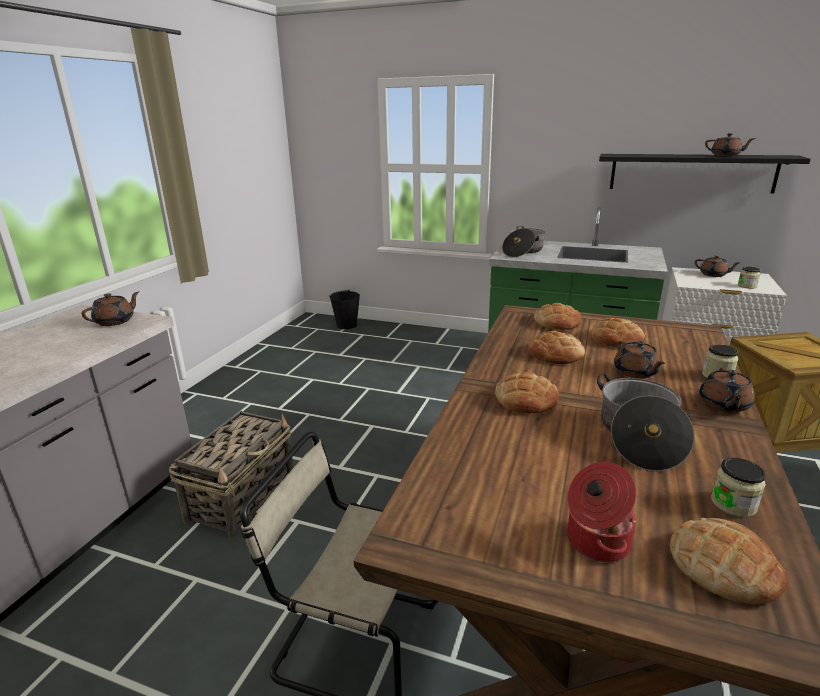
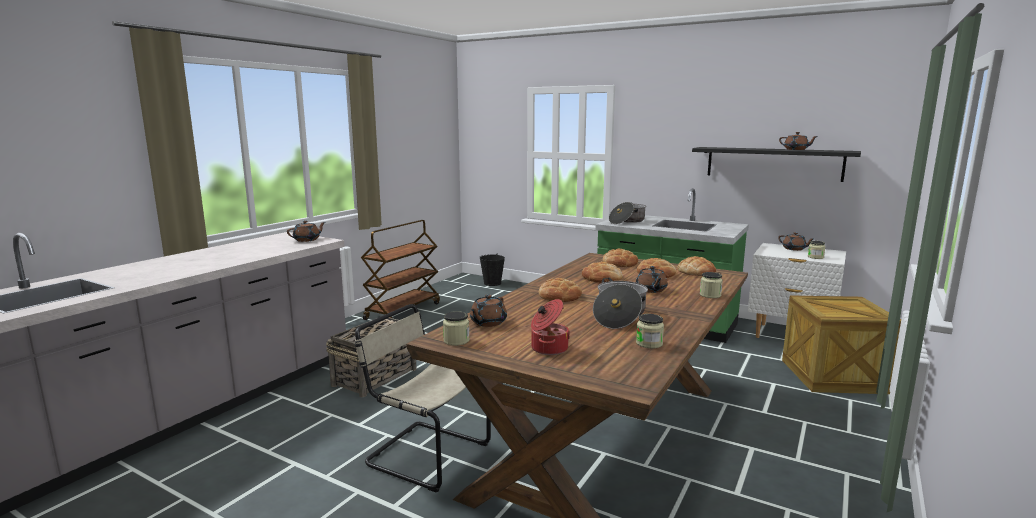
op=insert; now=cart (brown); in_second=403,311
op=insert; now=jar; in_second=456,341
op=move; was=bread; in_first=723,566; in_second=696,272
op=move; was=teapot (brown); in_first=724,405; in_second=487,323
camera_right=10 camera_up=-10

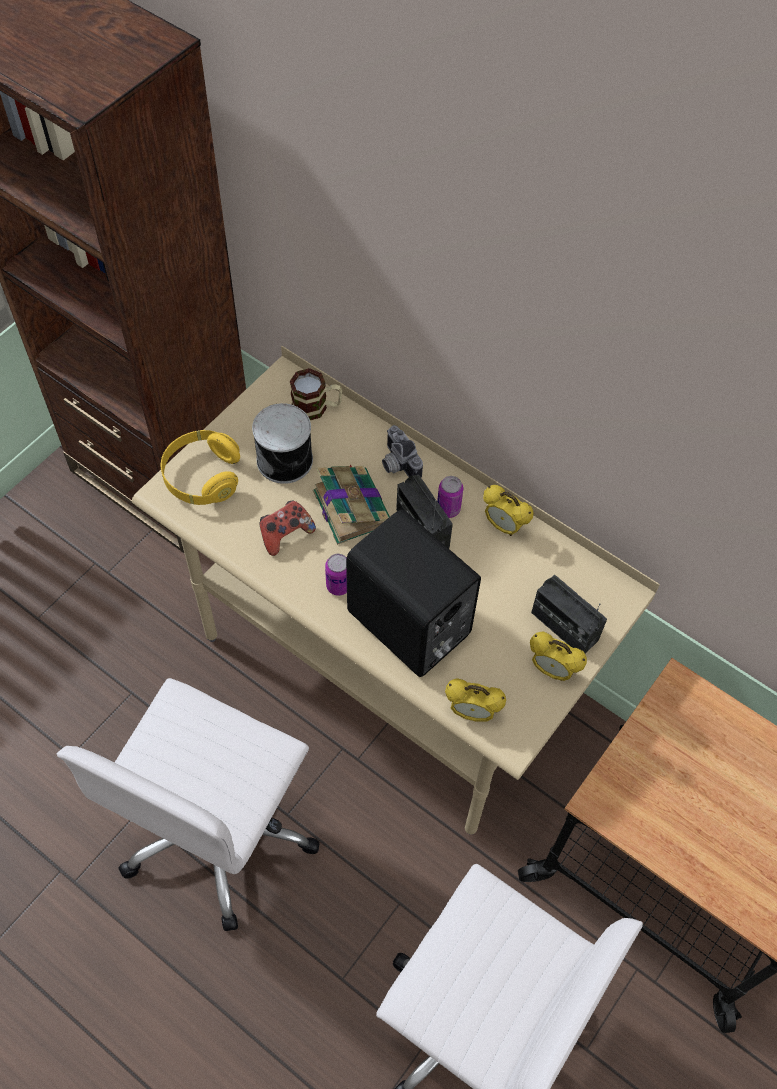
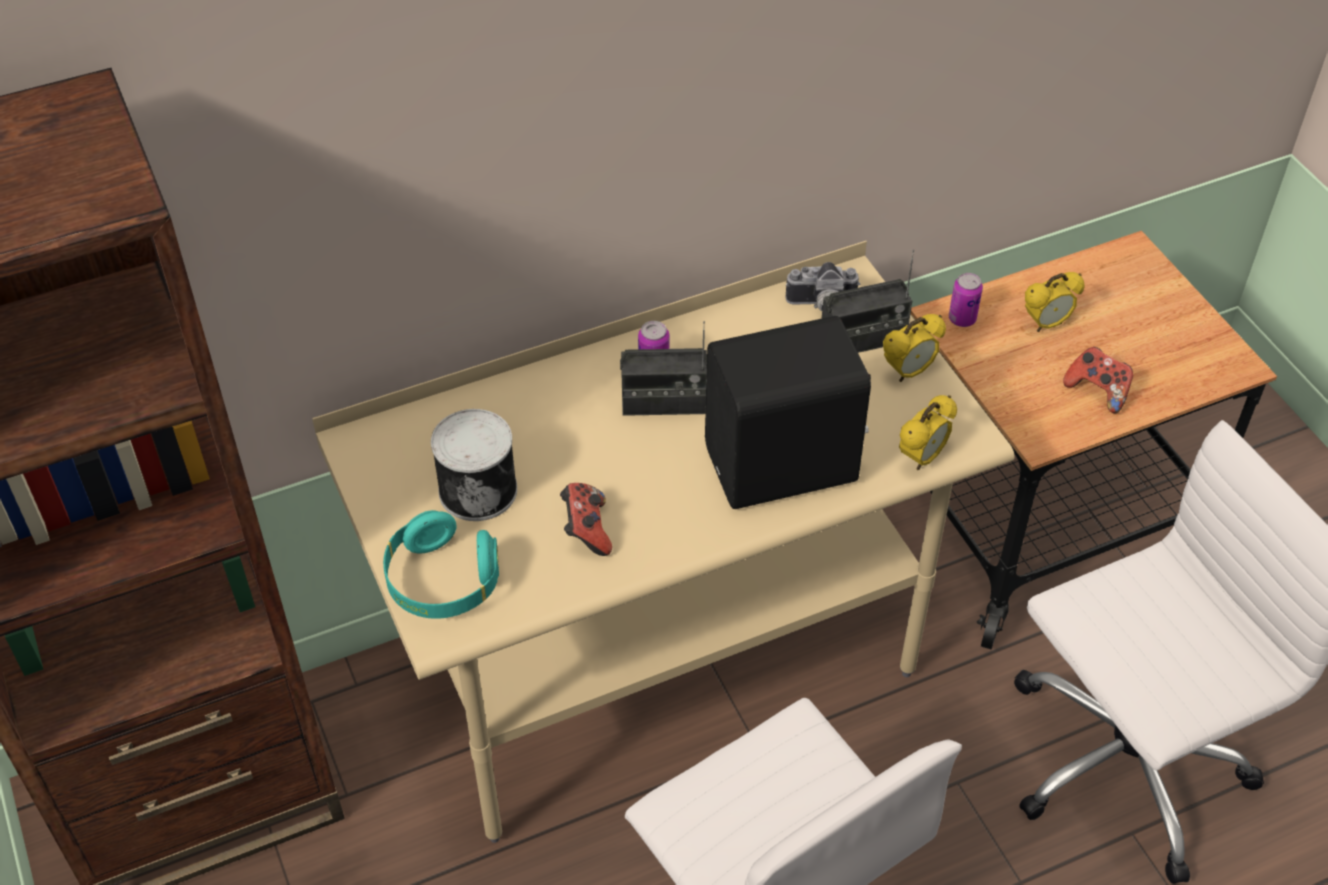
op=delete; was=mug; in_first=317,407
op=delete; was=book; in_first=350,506
op=insert; now=game controller; in_second=1097,391
op=move; was=can; in_first=338,586; in_second=962,319
op=move; was=photo camera; in_first=396,464; in_second=821,305
op=move; was=alarm clock; in_first=503,526; in_second=1046,324
op=recolor; was=headphones (yellow); now=headphones (turquoise); in_first=202,477; in_second=442,582
camera_right=-60 camera_up=-10

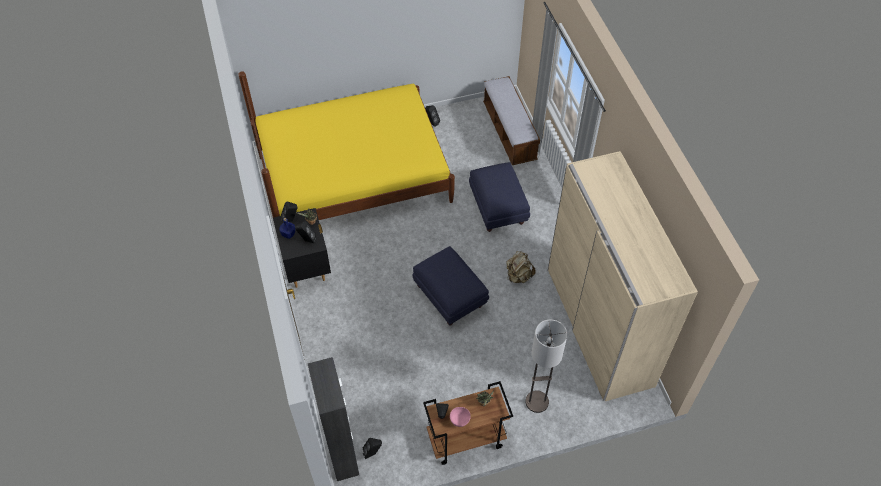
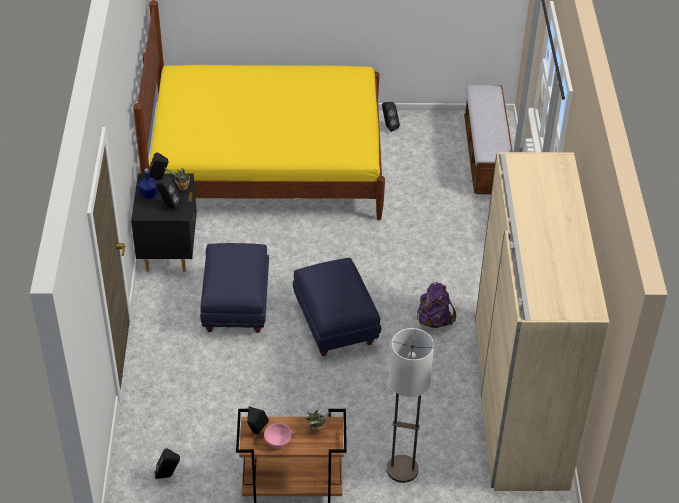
op=delete; was=cabinet (black); in_first=342,455
op=move; was=ottoman (blue); in_first=498,209; in_second=236,306
op=recolor; was=backpack (beige); now=backpack (purple); in_first=518,276; in_second=434,320
camera_right=15 camera_up=-10

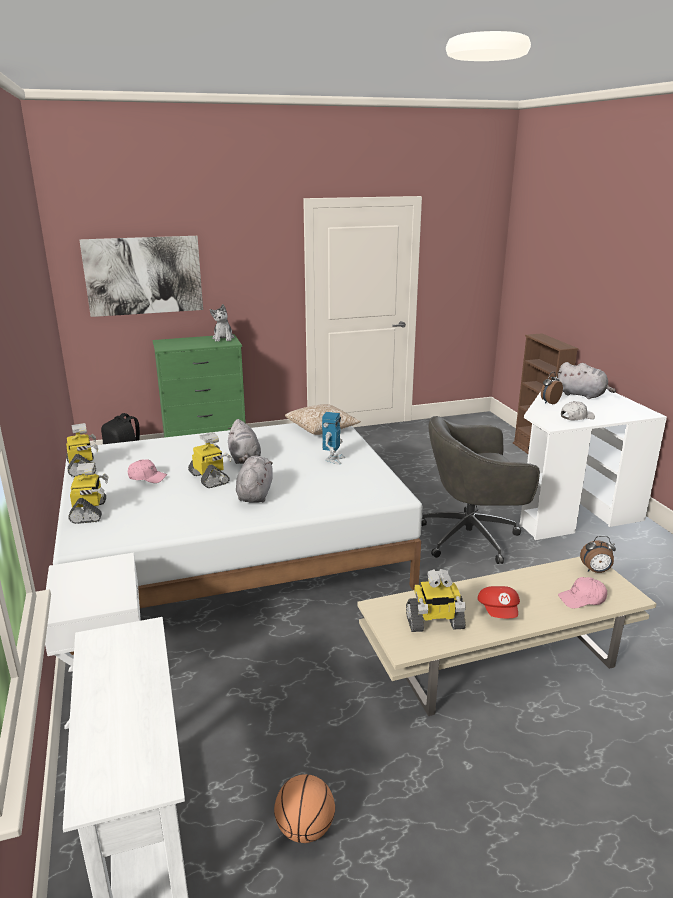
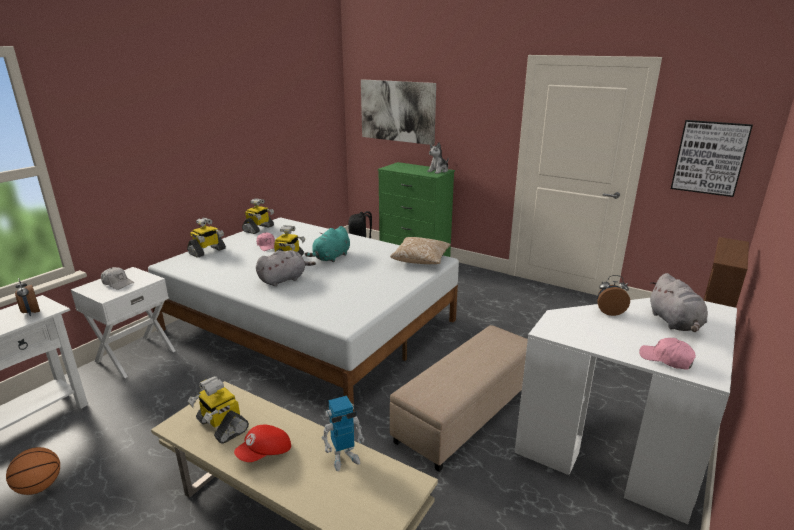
op=insert; now=picture; in_second=709,157
op=move; was=toy robot; in_first=333,459; in_second=344,458
op=move; was=cap (pink); in_first=582,599; in_second=666,359
op=move; was=cap (white); in_first=576,417; in_second=117,283
op=move; was=alarm clock; in_first=595,571; in_second=31,312
op=replace; was=office chair (grey); now=ottoman (beige); in_first=472,537; in_second=464,413
op=recolor; was=plush toy (grey); now=plush toy (turquoise); in_first=244,459; in_second=331,258
camera_right=50 camera_up=0

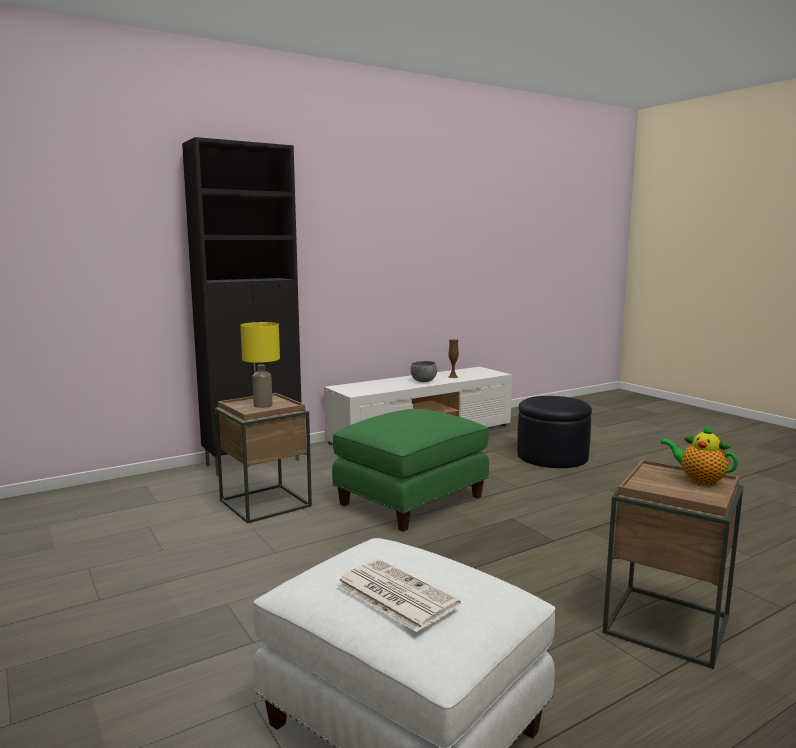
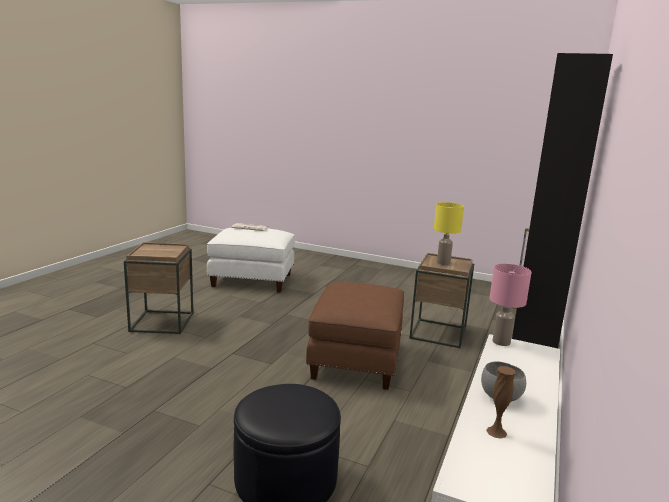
op=delete; was=teapot; in_first=699,480
op=insert; now=table lamp (pink); in_second=501,342
op=recolor; was=ottoman (green); now=ottoman (brown); in_first=411,500; in_second=357,360
camera_right=145 camera_up=5

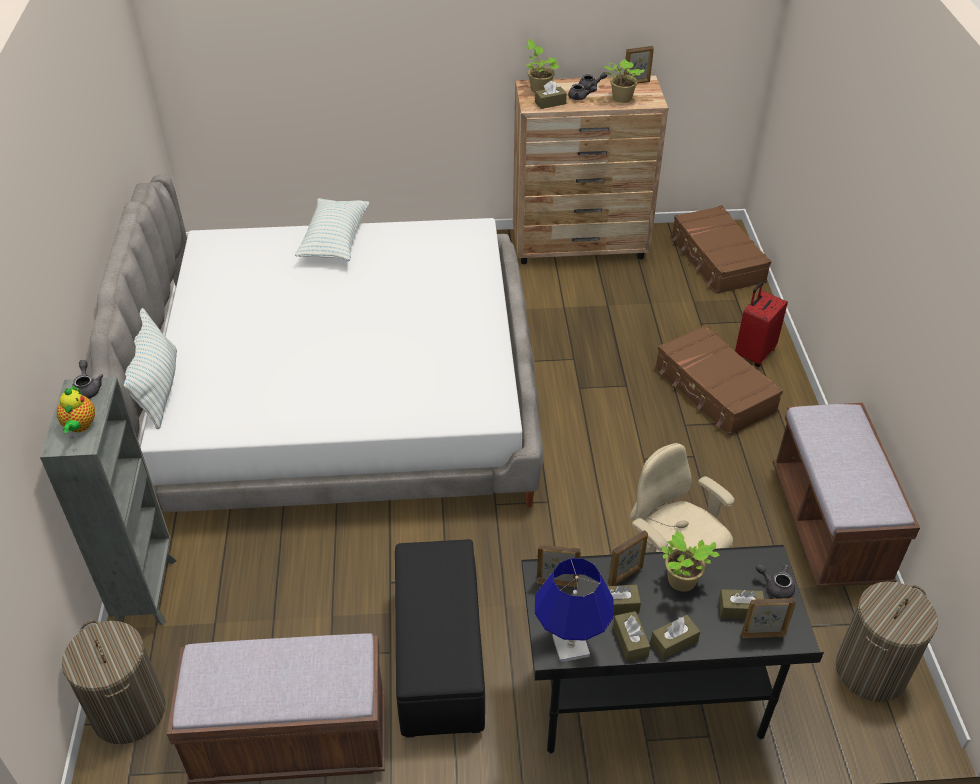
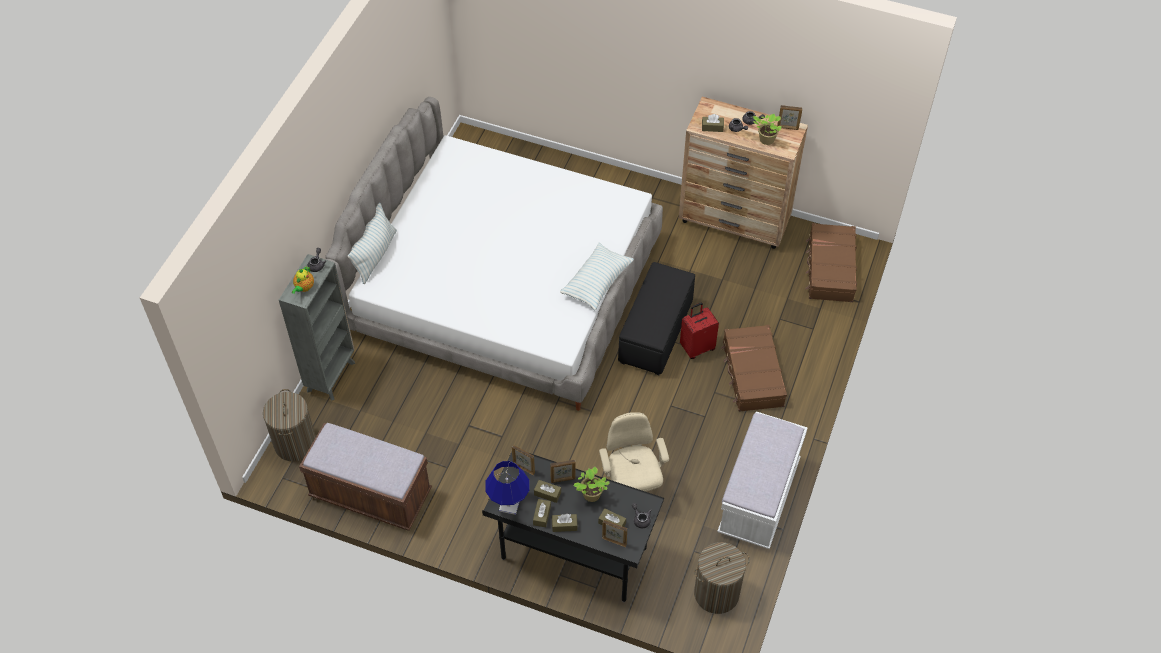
op=delete; was=potted plant; in_first=539,89
op=move; was=pillow; in_first=334,240; in_second=597,282
op=move; was=ottoman (black); in_first=439,657; in_second=656,332
op=move; was=suitcase (red); in_first=753,353; in_second=697,347
op=recolor; was=bench (brown); now=bench (white); in_first=828,526; in_second=758,498
camera_right=25 camera_up=10

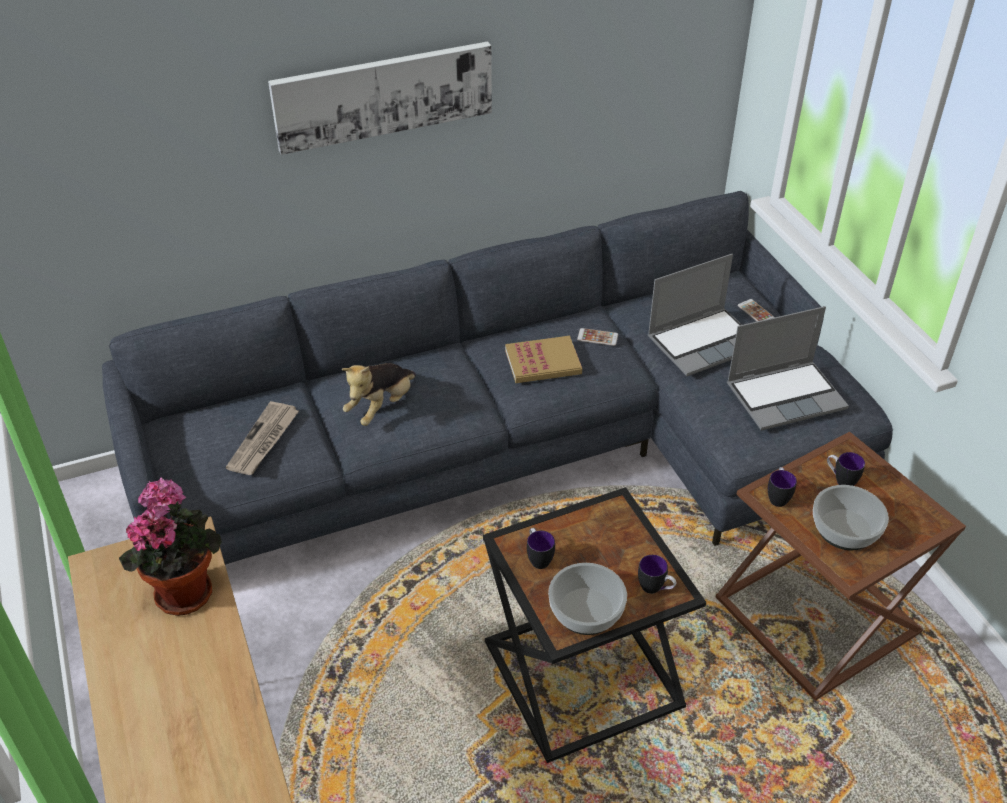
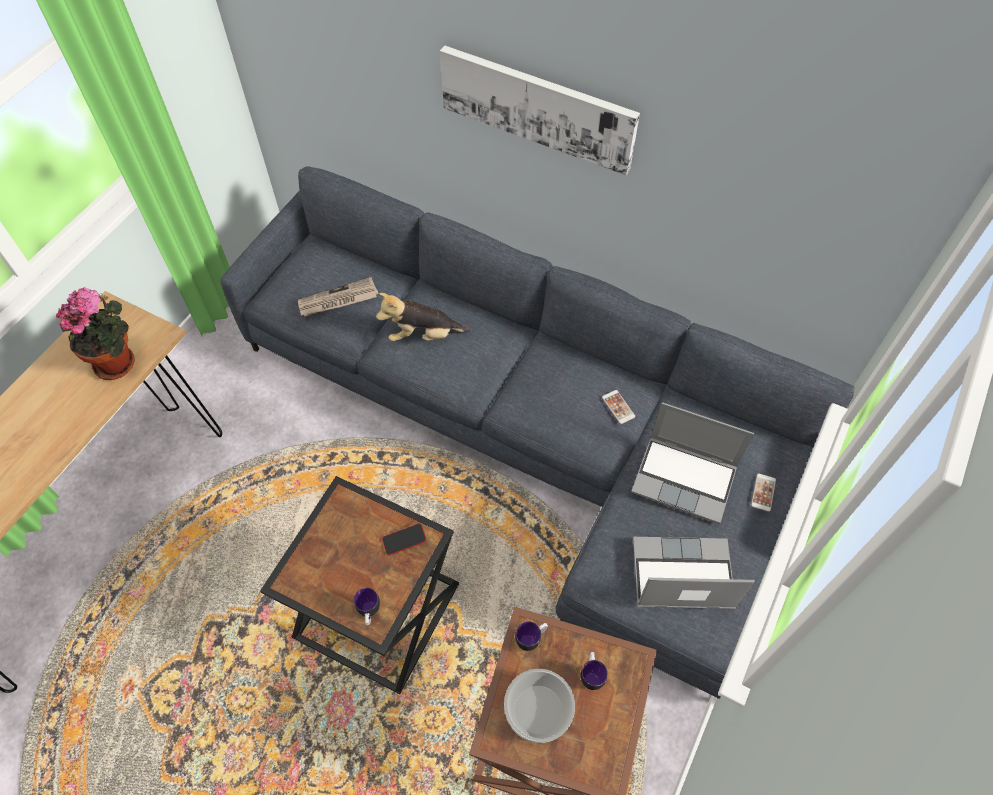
op=delete; was=book; in_first=543,362
op=delete; was=mug; in_first=538,558
op=delete; was=bowl; in_first=585,610
op=insert; now=phone; in_second=404,540
op=rotate; was=laptop; in_first=786,396; in_second=681,576; clockwise=150
camera_right=50 camera_up=15

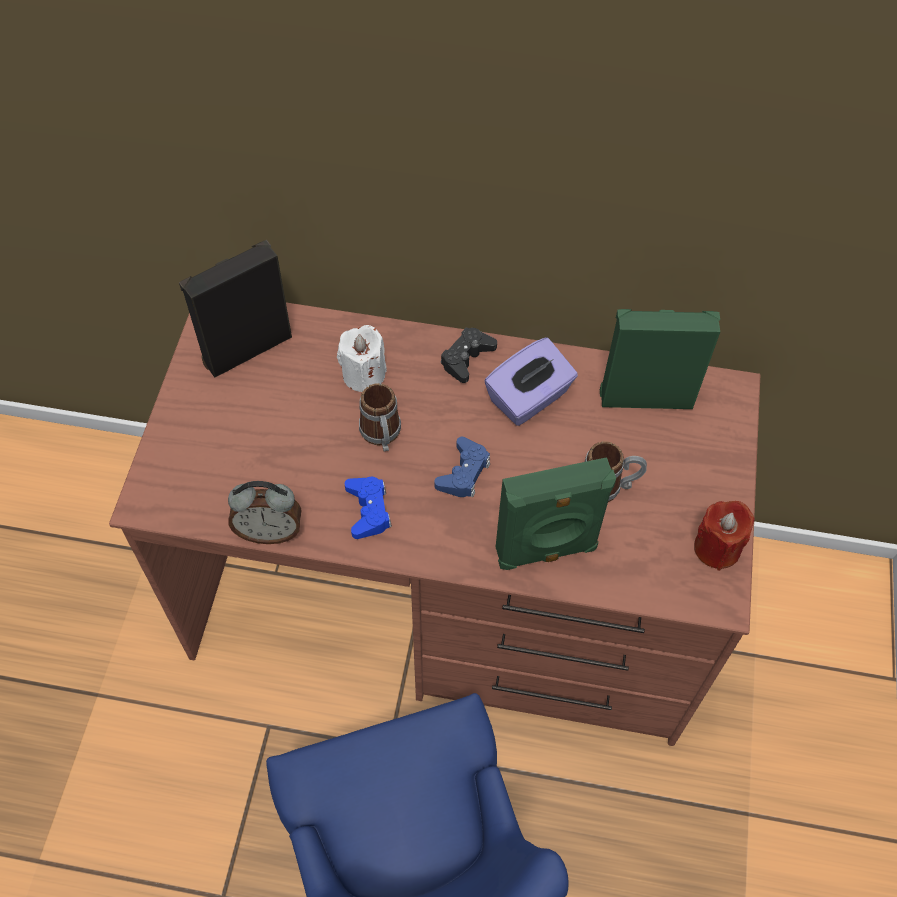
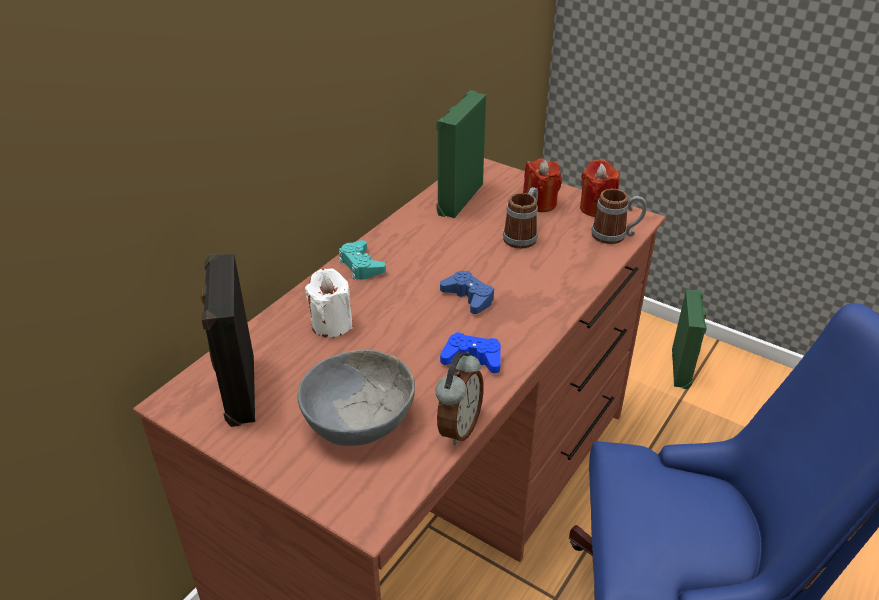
op=delete; was=tissue box (purple); in_first=529,398
op=insert; now=bowl (grey); in_second=358,419
op=insert; now=candle (red); in_second=539,203
op=move; was=mug; in_first=382,436; in_second=615,236
op=move; was=speaker (green); in_first=546,551; in_second=682,369
op=recolor; was=game controller (black); now=game controller (turquoise); in_first=466,358; in_second=361,265
camera_right=-65 camera_up=-20

